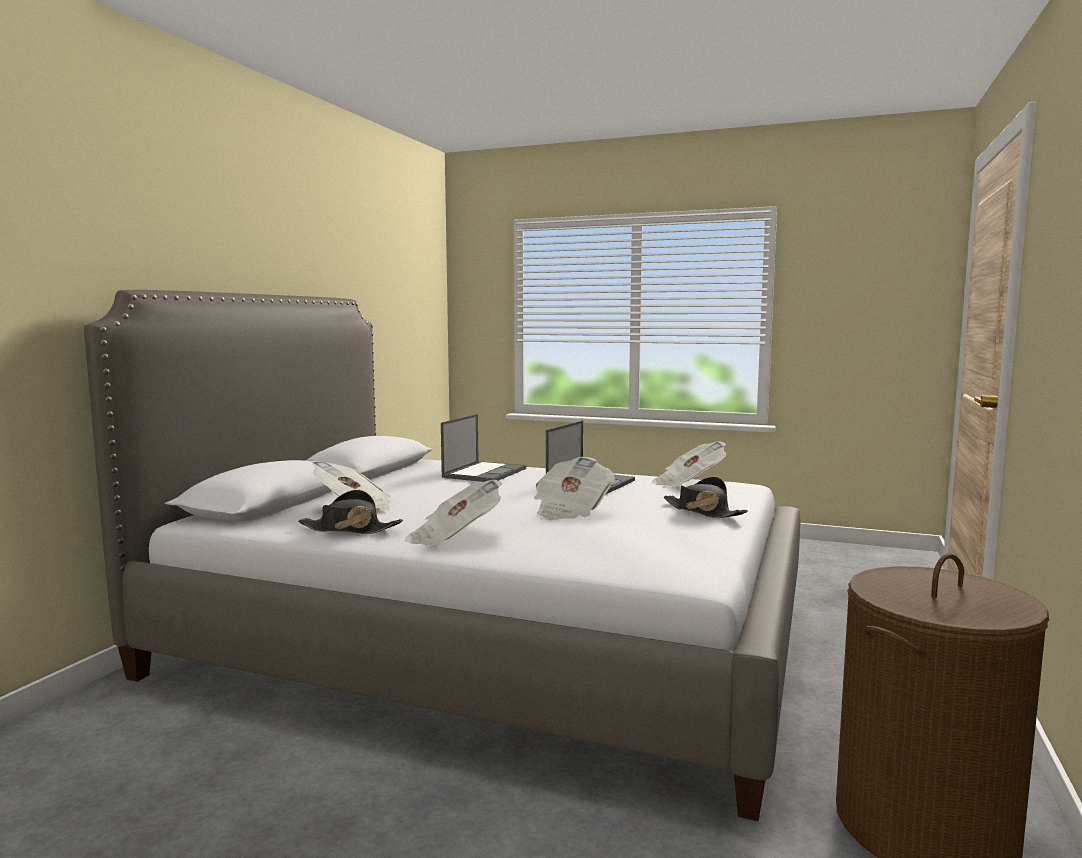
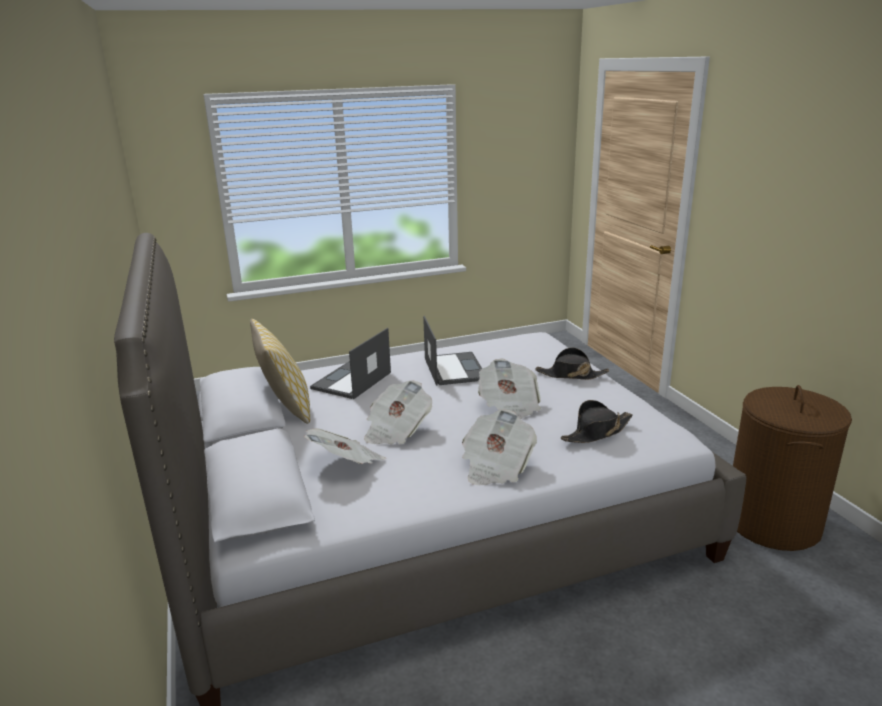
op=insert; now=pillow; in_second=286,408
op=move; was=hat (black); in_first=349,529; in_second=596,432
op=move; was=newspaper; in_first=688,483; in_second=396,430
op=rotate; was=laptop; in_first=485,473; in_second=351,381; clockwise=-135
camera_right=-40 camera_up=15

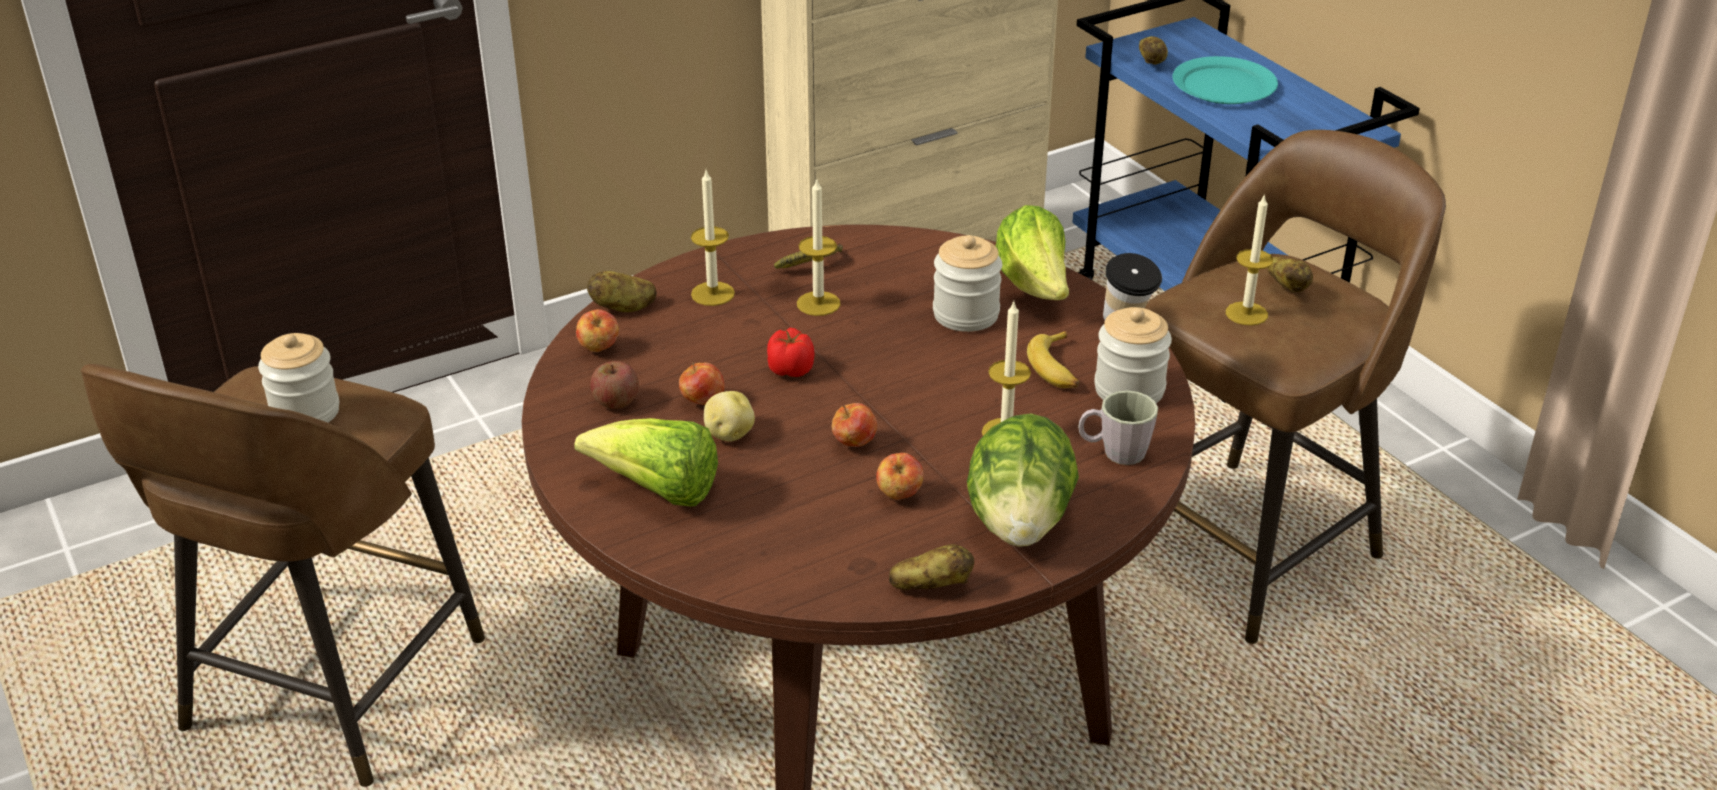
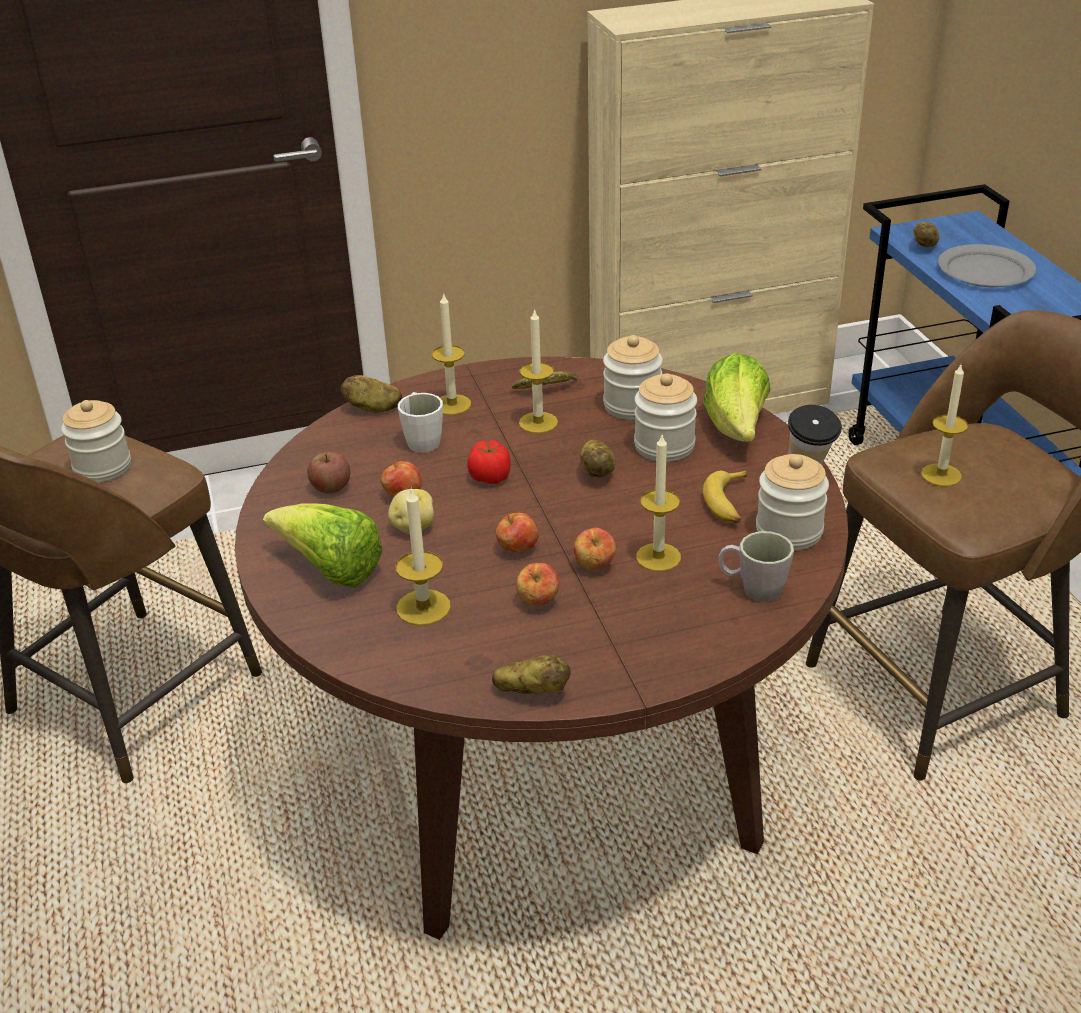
op=delete; was=lettuce; in_first=1020,523
op=insert; now=candle; in_second=423,607
op=insert; now=mug (white); in_second=422,439
op=insert; now=jar; in_second=632,405
op=move; was=apple; in_first=598,348; in_second=594,566
op=move; was=potato; in_first=1287,287; in_second=598,472
op=recolor; was=plate (turquoise); now=plate (grey); in_first=1224,85; in_second=985,270
camera_right=15 camera_up=0

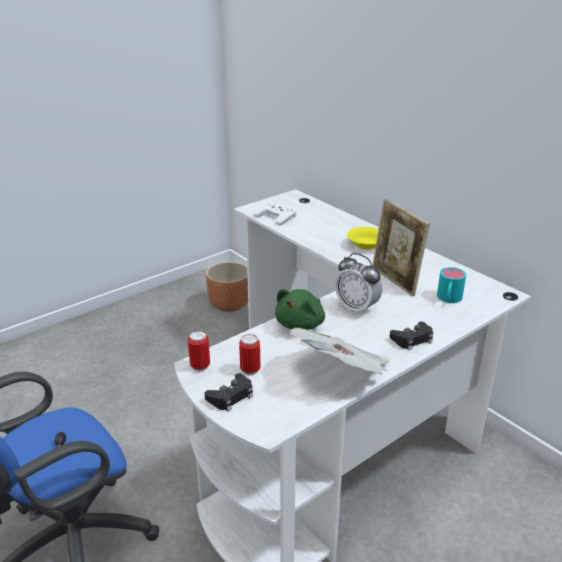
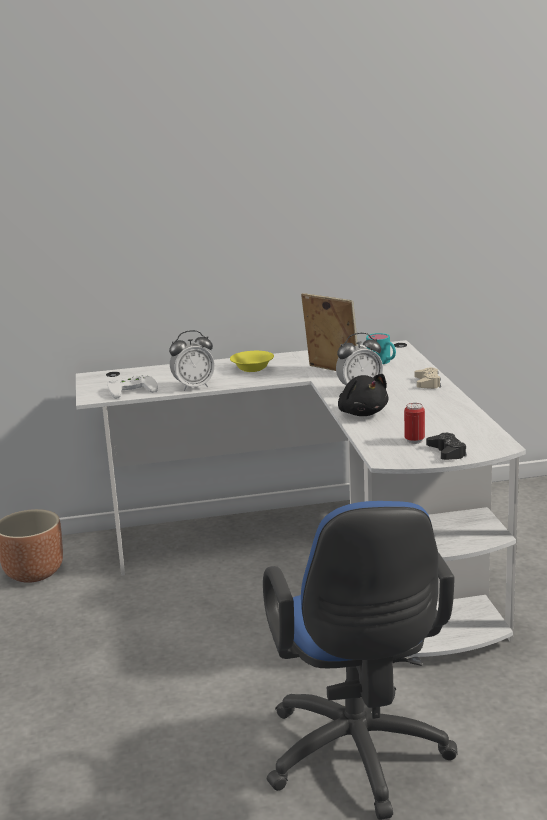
op=delete; was=can; in_first=200,366
op=delete; was=newspaper; in_first=343,372
op=insert; now=alarm clock; in_second=193,387
op=recolor; was=plush toy (green); now=plush toy (black); in_first=301,324; in_second=362,413
op=recolor; was=game controller (black); now=game controller (beige); in_first=412,339; in_second=427,383
op=rotate; was=picture frame; in_first=395,281; in_second=332,371; clockwise=-135
camera_right=-60 camera_up=-10

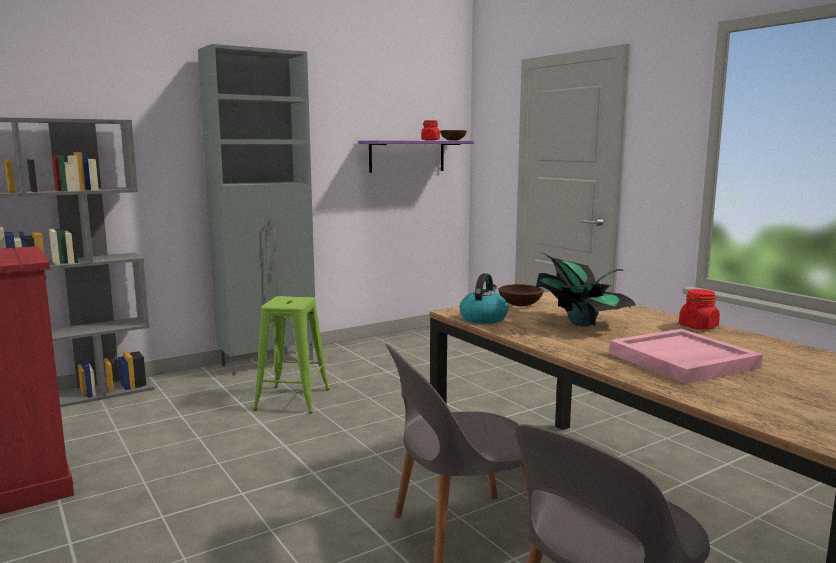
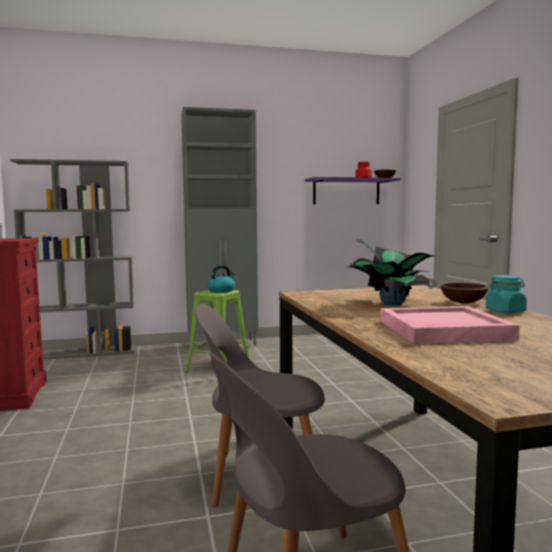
op=move; was=kettle; in_first=483,318; in_second=221,290
op=move; was=bowl (brown); in_first=519,305; in_second=462,302
op=recolor; was=jar (red); now=jar (turquoise); in_first=698,326; in_second=505,311
camera_right=20 camera_up=-5

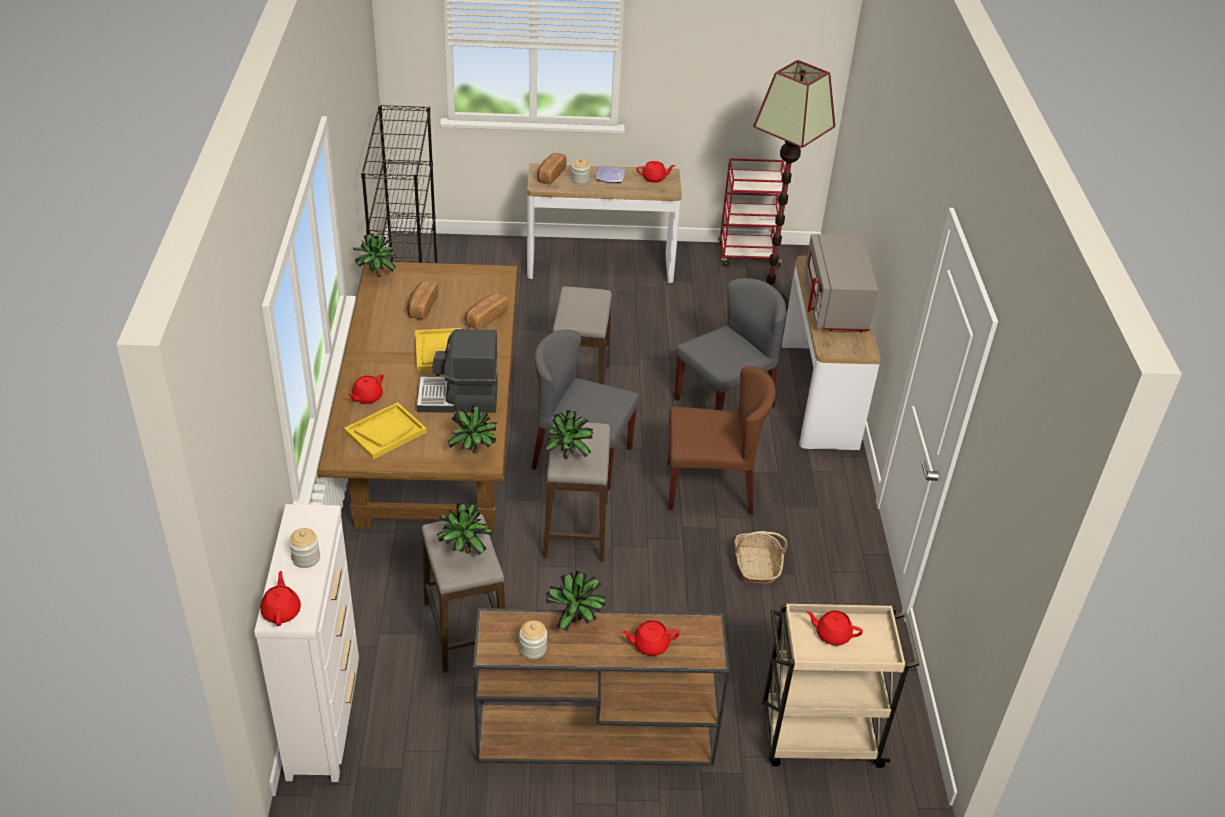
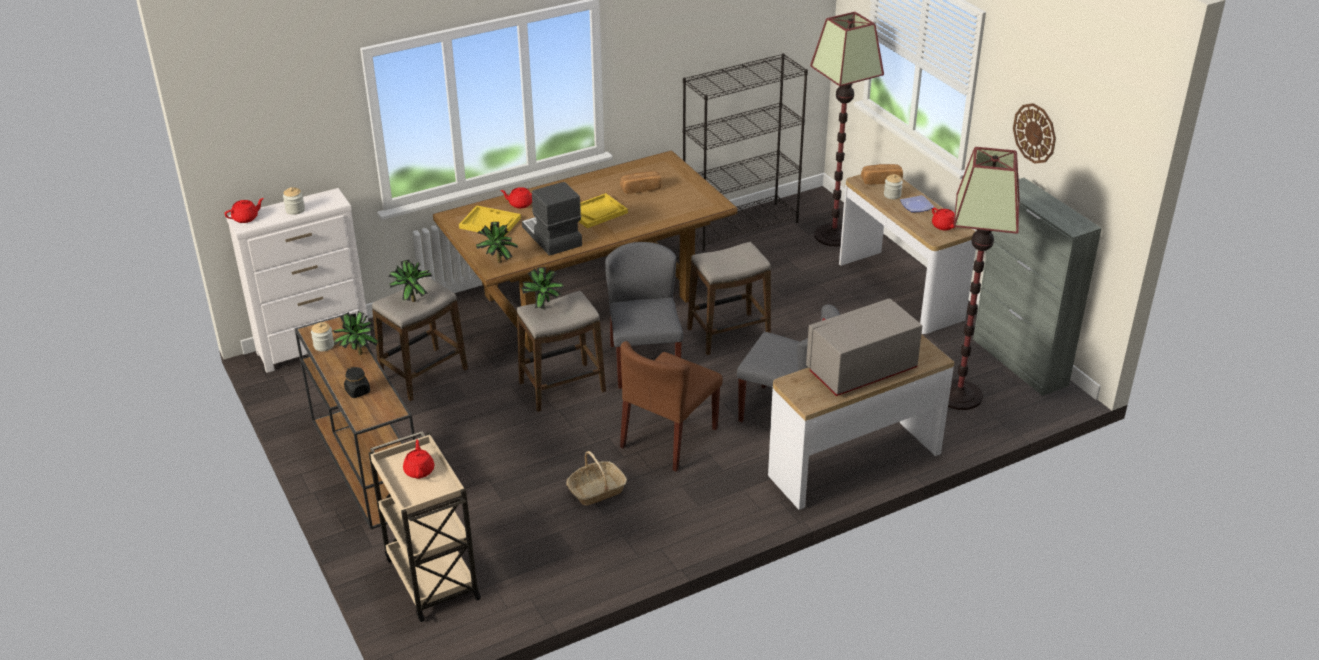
op=delete; was=potted plant; in_first=376,277
op=delete; was=bread; in_first=485,318
op=insert; now=floor lamp; in_second=833,236
op=insert; now=wall clock; in_second=1035,133
op=replace; was=teapot (red); now=jar (black); in_first=650,645; in_second=358,391
op=replace; was=cart (red); now=cabinet (grey); in_first=747,255; in_second=1020,362
op=rotate; was=chair (brown); in_first=710,487; in_second=669,438; clockwise=60
camera_right=65 camera_up=-5

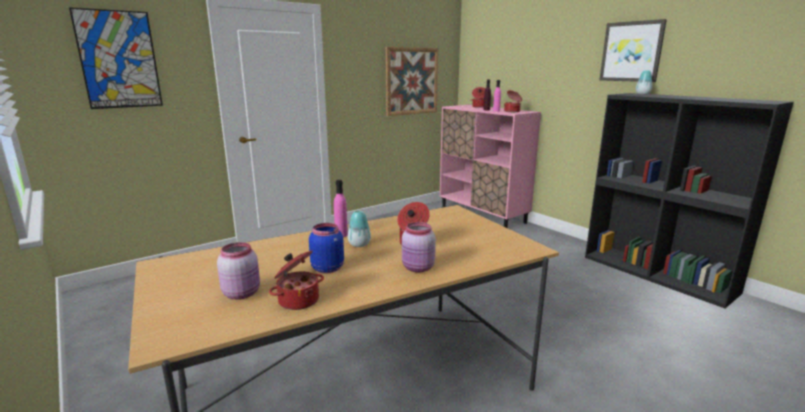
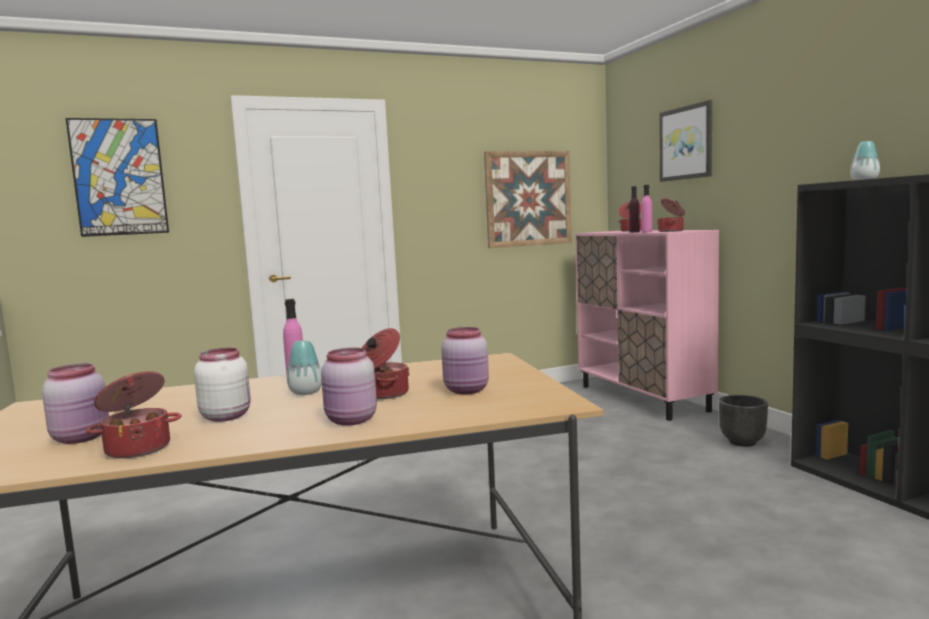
op=insert; now=jar (pink); in_second=467,390
op=insert; now=planter (black); in_second=742,442
op=move; was=picture; in_first=631,51; in_second=686,143
op=recolor; was=jar (blue); now=jar (white); in_first=327,268; in_second=226,416
camera_right=15 camera_up=-10

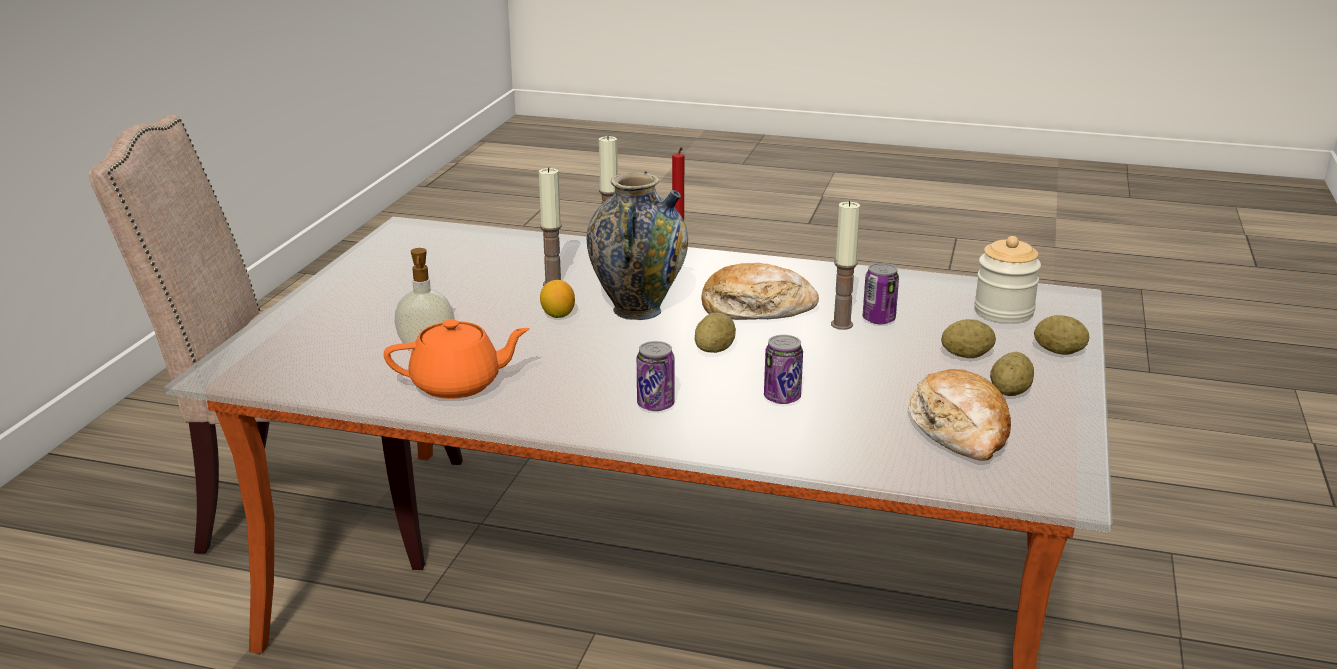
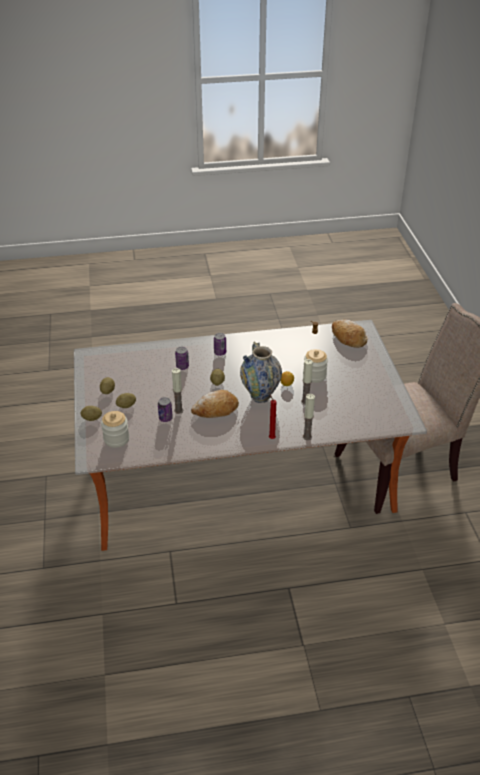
op=delete; was=teapot (orange); in_first=458,385
op=insert; now=jar; in_second=314,375
op=move; was=bread; in_first=960,431; in_second=347,338
camera_right=155 camera_up=15

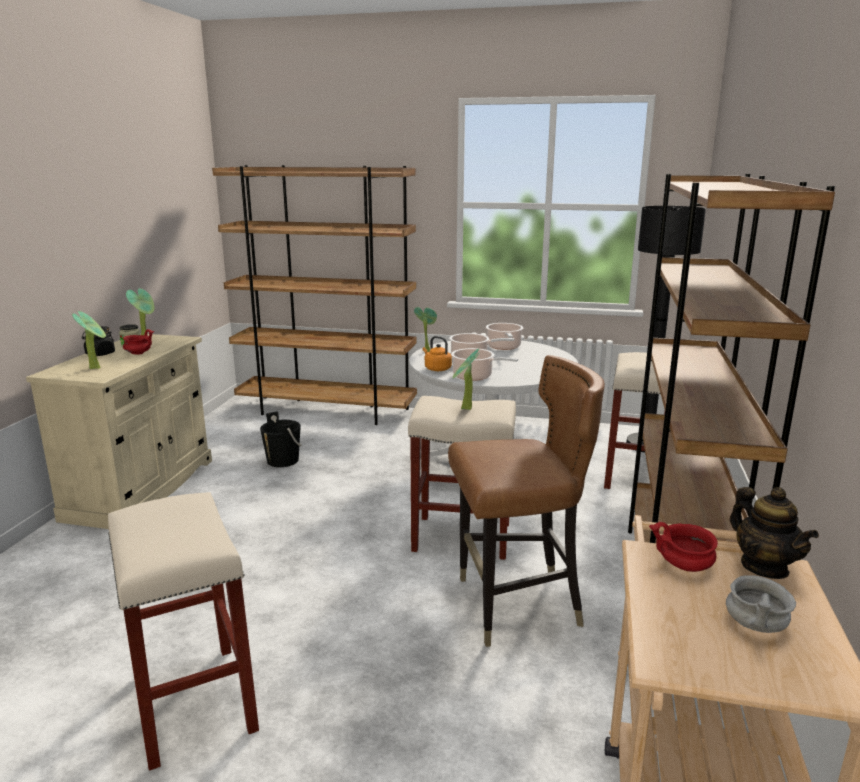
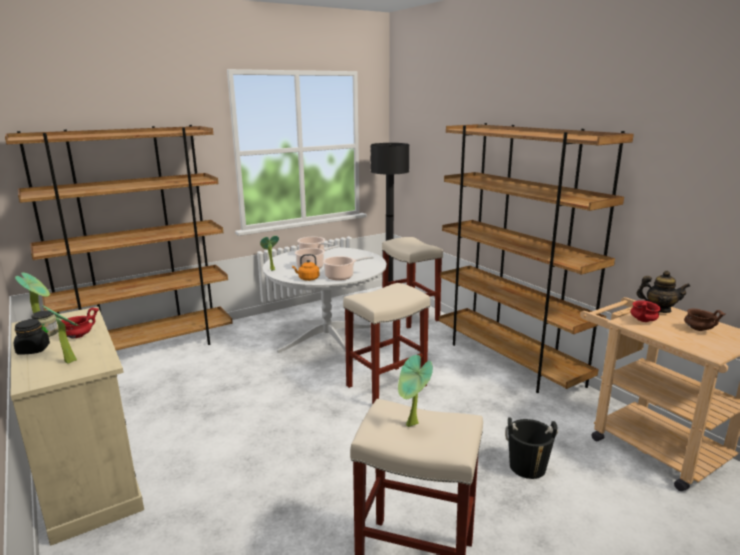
op=delete; was=chair (brown); in_first=516,606
op=move; was=bucket (black); in_first=283,460; in_second=527,467
op=move; was=potted plant; in_first=465,409; in_second=412,425
op=recolor; was=bowl (grey); now=bowl (brown); in_first=756,626; in_second=699,329
camera_right=-45 camera_up=0

